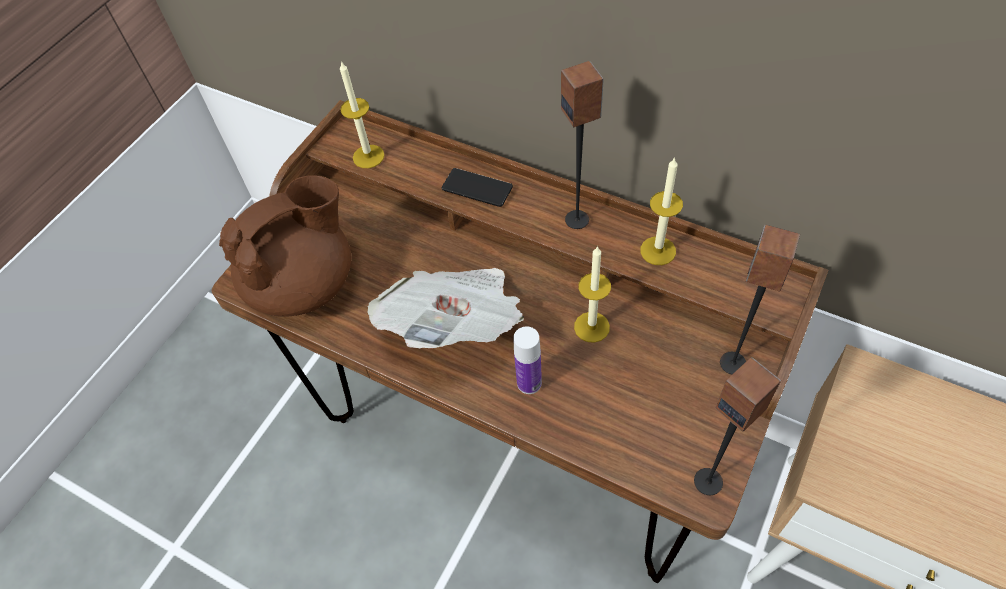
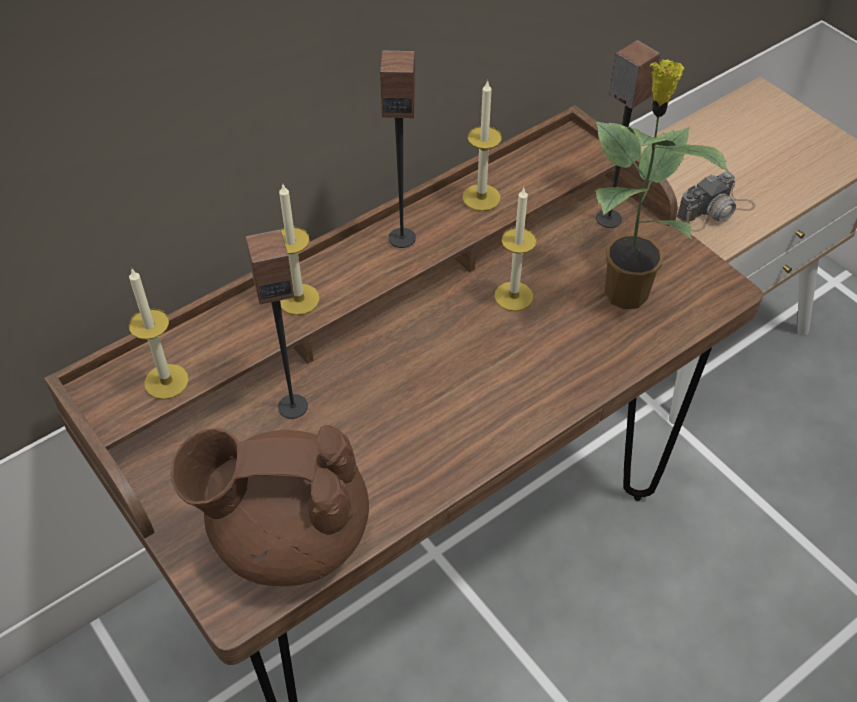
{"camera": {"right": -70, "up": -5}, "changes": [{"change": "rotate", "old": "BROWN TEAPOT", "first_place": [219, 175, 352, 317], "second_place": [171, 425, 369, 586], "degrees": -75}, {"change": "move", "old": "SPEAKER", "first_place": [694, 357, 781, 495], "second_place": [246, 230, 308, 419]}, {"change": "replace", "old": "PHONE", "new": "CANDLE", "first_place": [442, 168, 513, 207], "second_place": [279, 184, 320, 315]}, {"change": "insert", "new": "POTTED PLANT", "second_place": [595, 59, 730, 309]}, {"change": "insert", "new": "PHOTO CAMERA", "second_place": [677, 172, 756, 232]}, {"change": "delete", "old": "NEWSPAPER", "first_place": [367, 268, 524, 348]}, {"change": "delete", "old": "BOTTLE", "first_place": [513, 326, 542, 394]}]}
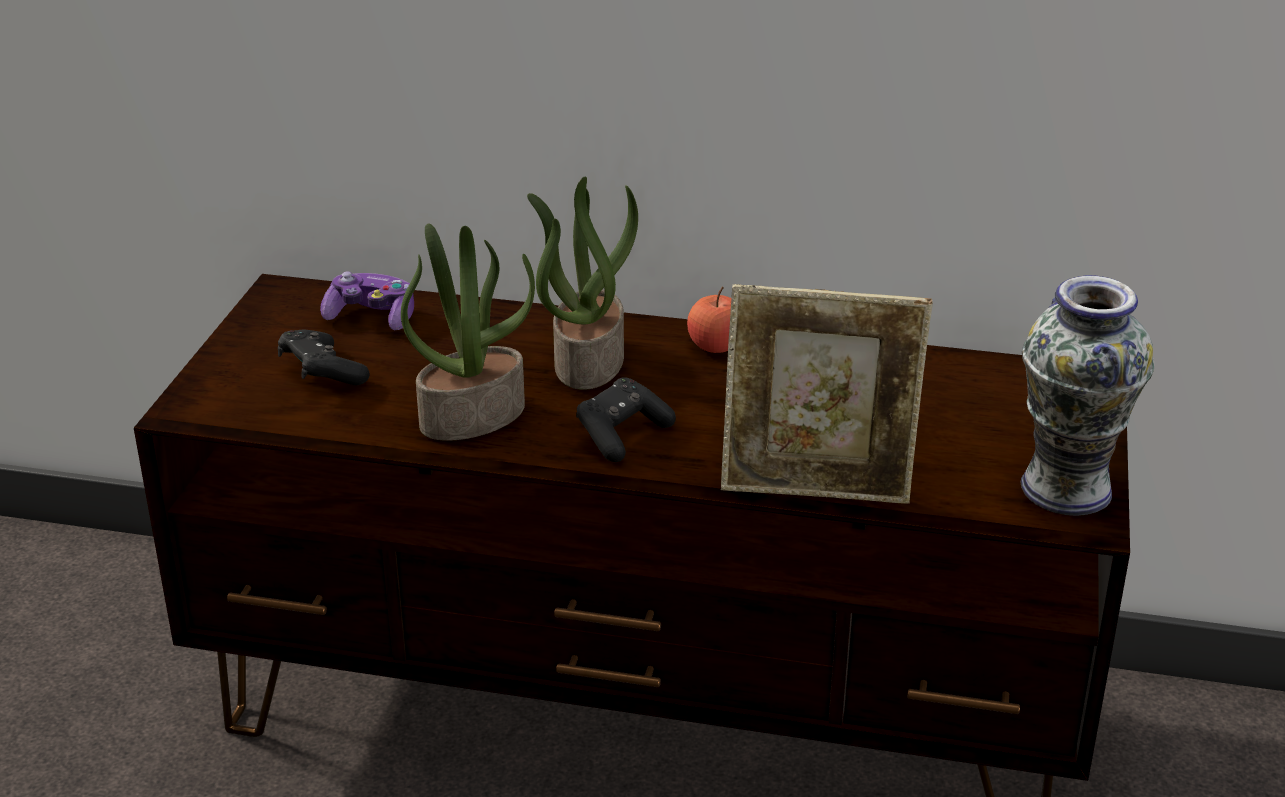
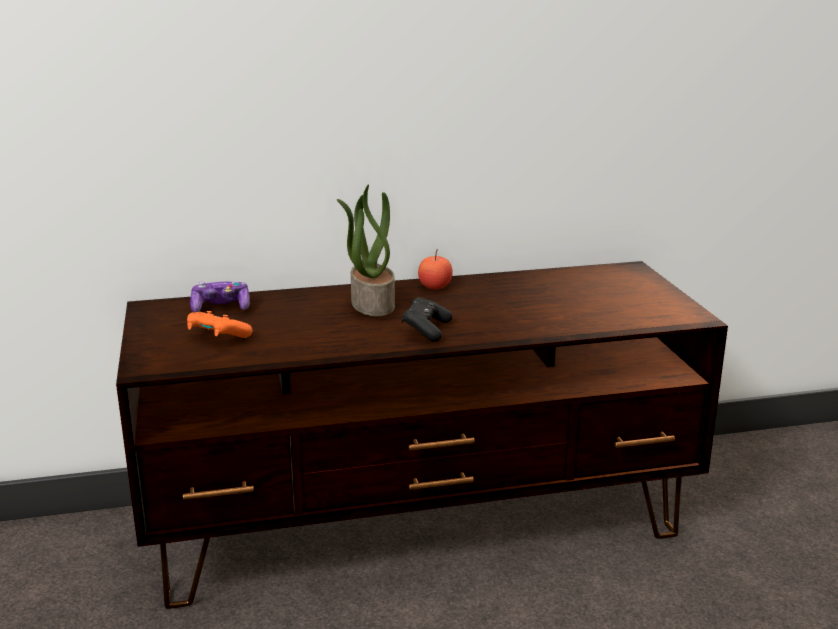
{"camera": {"right": -25, "up": -10}, "changes": [{"change": "recolor", "old": "BLACK GAME CONTROLLER", "new": "ORANGE GAME CONTROLLER", "first_place": [278, 330, 370, 385], "second_place": [187, 311, 252, 338]}, {"change": "delete", "old": "POTTED PLANT", "first_place": [401, 224, 535, 441]}, {"change": "delete", "old": "PICTURE FRAME", "first_place": [721, 284, 933, 504]}, {"change": "delete", "old": "VASE", "first_place": [1020, 275, 1154, 516]}]}
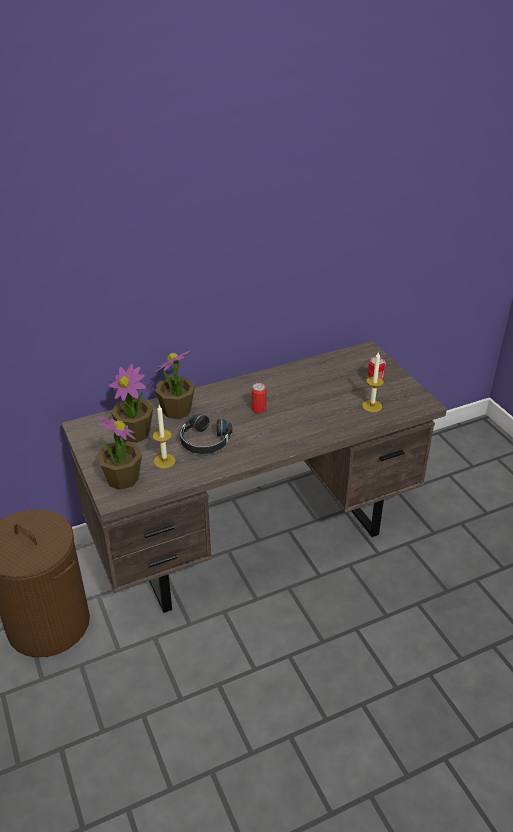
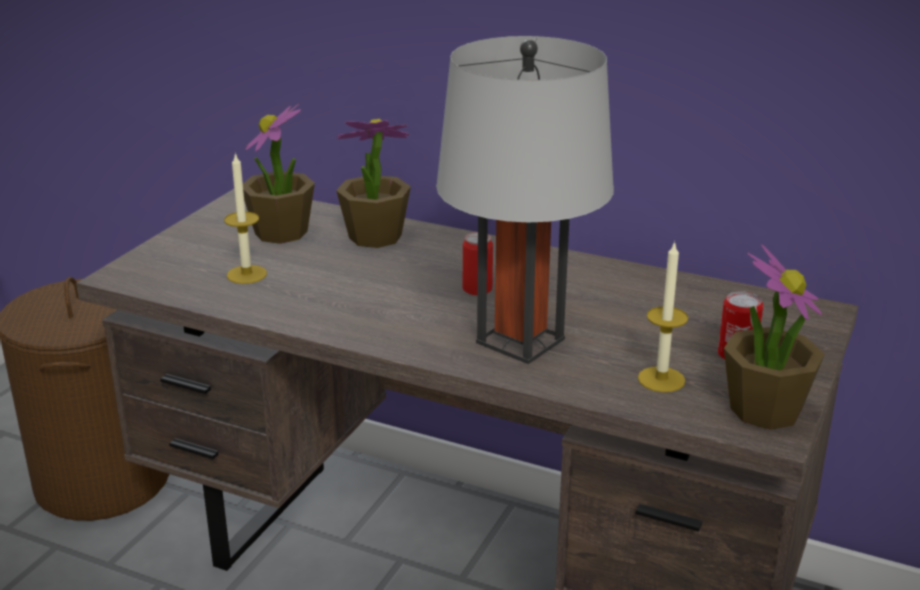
{"camera": {"right": 50, "up": -10}, "changes": [{"change": "insert", "new": "GREY TABLE LAMP", "second_place": [436, 36, 614, 364]}, {"change": "move", "old": "POTTED PLANT", "first_place": [97, 415, 142, 490], "second_place": [724, 244, 825, 430]}, {"change": "delete", "old": "BLACK HEADPHONES", "first_place": [180, 414, 233, 454]}]}
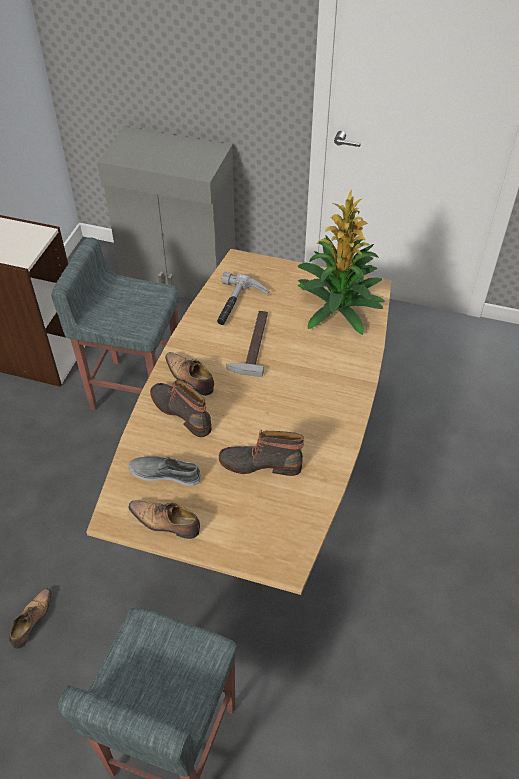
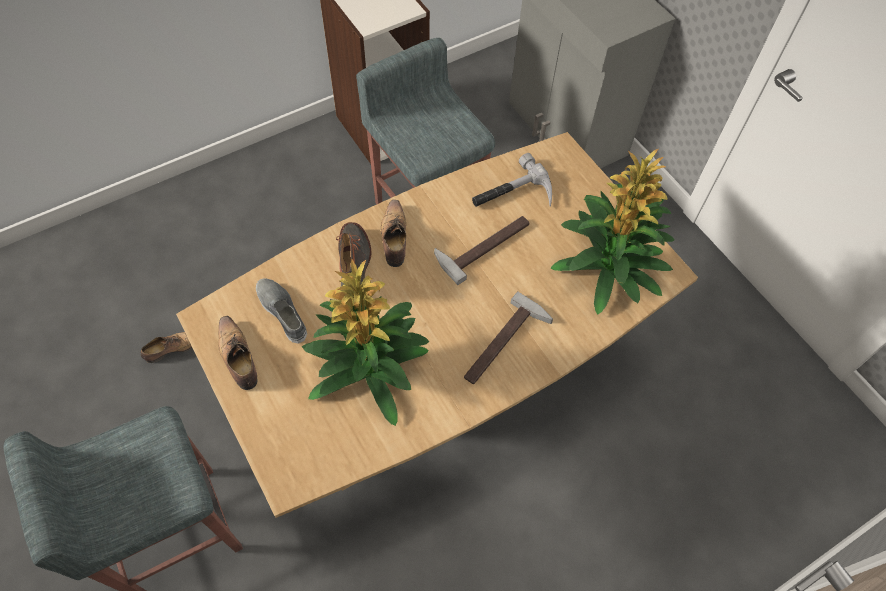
{"camera": {"right": 40, "up": 10}, "changes": [{"change": "replace", "old": "BOOT", "new": "POTTED PLANT", "first_place": [219, 430, 304, 476], "second_place": [302, 258, 429, 426]}, {"change": "insert", "new": "HAMMER", "second_place": [464, 291, 553, 384]}]}
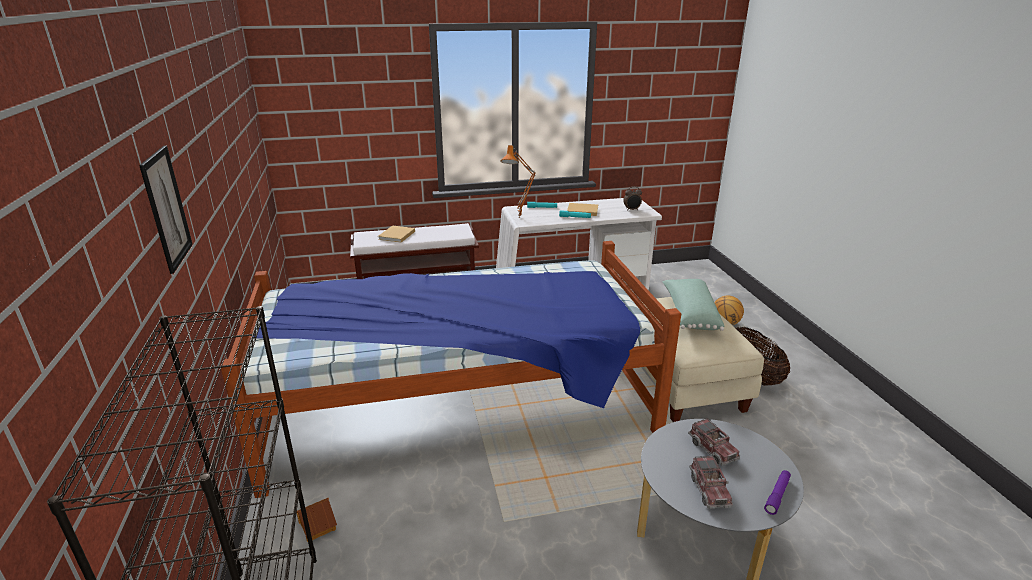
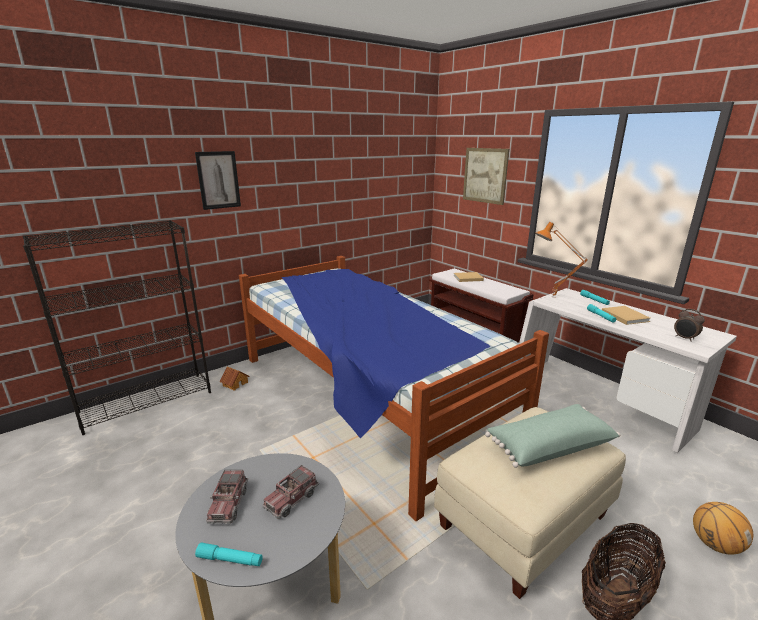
{"camera": {"right": 65, "up": -5}, "changes": [{"change": "recolor", "old": "PURPLE FLASHLIGHT", "new": "TURQUOISE FLASHLIGHT", "first_place": [764, 470, 791, 515], "second_place": [195, 543, 263, 566]}, {"change": "rotate", "old": "TOY TRUCK", "first_place": [689, 456, 733, 509], "second_place": [206, 470, 248, 524], "degrees": -60}, {"change": "insert", "new": "PICTURE", "second_place": [463, 148, 509, 205]}]}
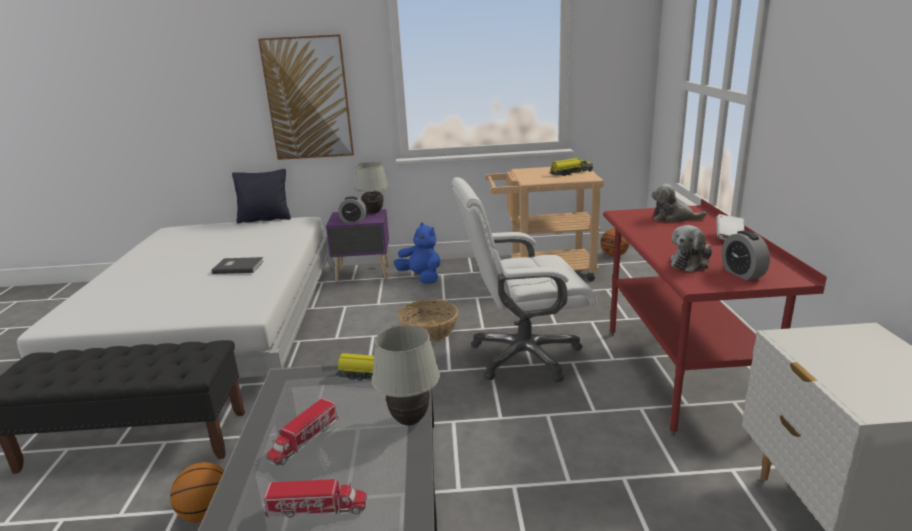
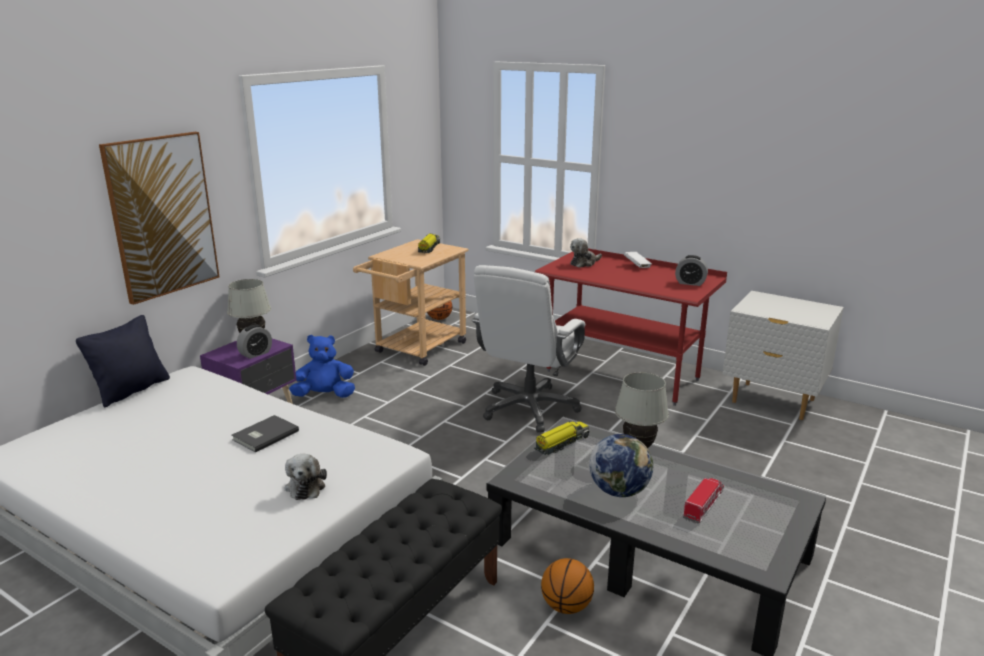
{"camera": {"right": -55, "up": 0}, "changes": [{"change": "move", "old": "PLUSH TOY", "first_place": [670, 225, 712, 273], "second_place": [284, 454, 327, 500]}, {"change": "replace", "old": "TOY TRUCK", "new": "GLOBE", "first_place": [266, 398, 338, 465], "second_place": [589, 434, 653, 497]}, {"change": "delete", "old": "BASKET", "first_place": [398, 299, 458, 342]}]}
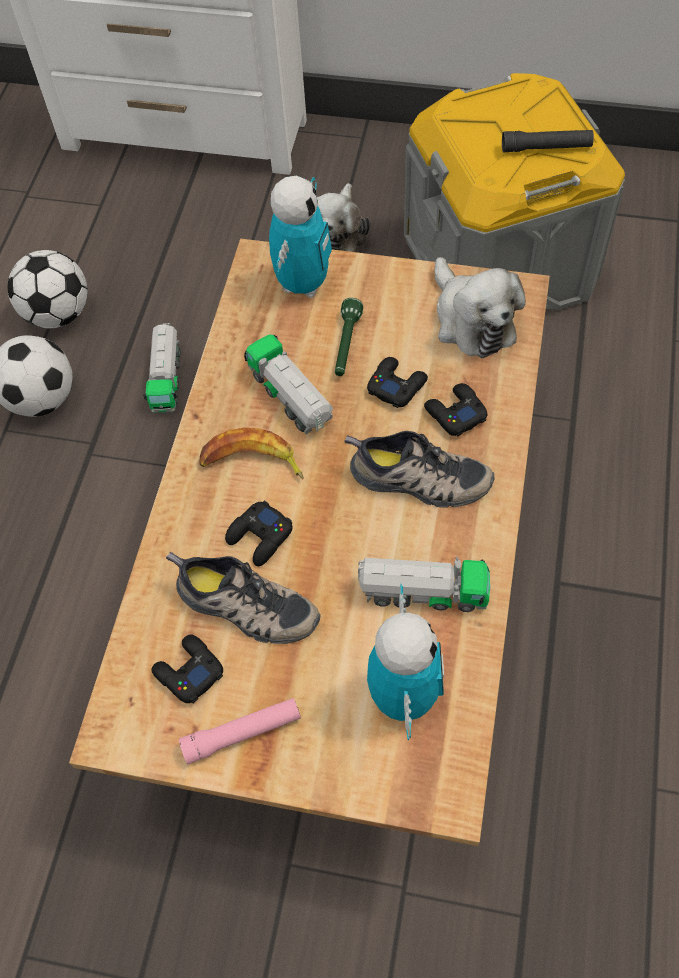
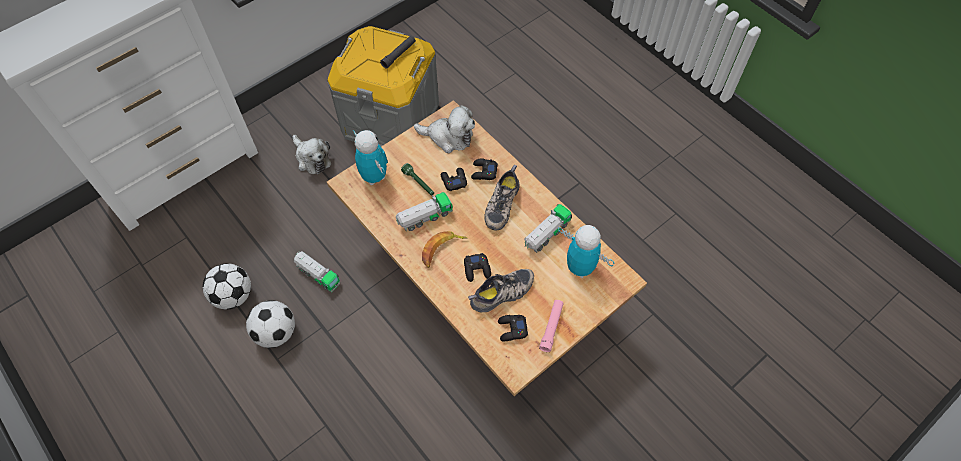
{"camera": {"right": -55, "up": 0}, "changes": [{"change": "rotate", "old": "TOY TRUCK", "first_place": [244, 334, 333, 434], "second_place": [396, 192, 453, 231], "degrees": 150}, {"change": "rotate", "old": "SHOE", "first_place": [344, 431, 494, 508], "second_place": [484, 165, 520, 231], "degrees": 150}]}
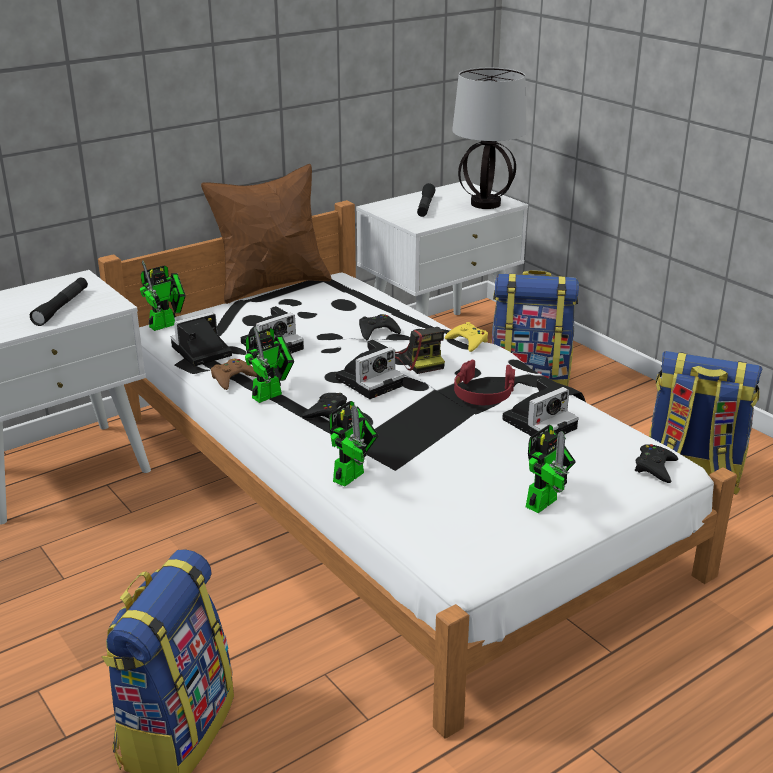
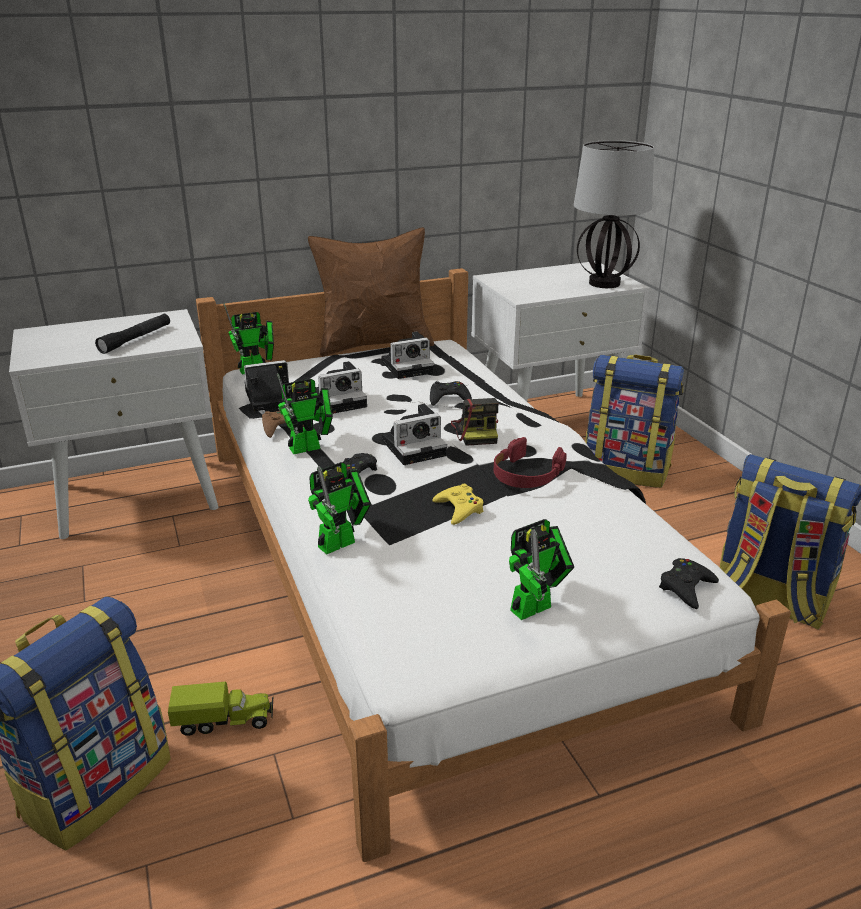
{"camera": {"right": 15, "up": 0}, "changes": [{"change": "insert", "new": "TOY TRUCK", "second_place": [168, 682, 273, 736]}, {"change": "move", "old": "PHOTO CAMERA", "first_place": [502, 378, 578, 436], "second_place": [381, 332, 434, 379]}, {"change": "move", "old": "YELLOW GAME CONTROLLER", "first_place": [445, 322, 488, 352], "second_place": [432, 484, 483, 525]}, {"change": "delete", "old": "BLACK FLASHLIGHT", "first_place": [417, 183, 436, 217]}]}
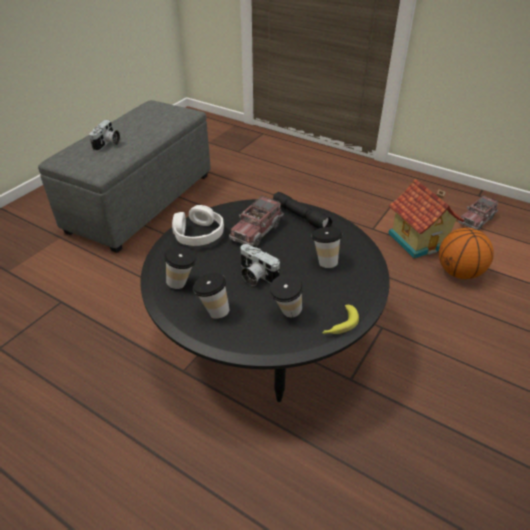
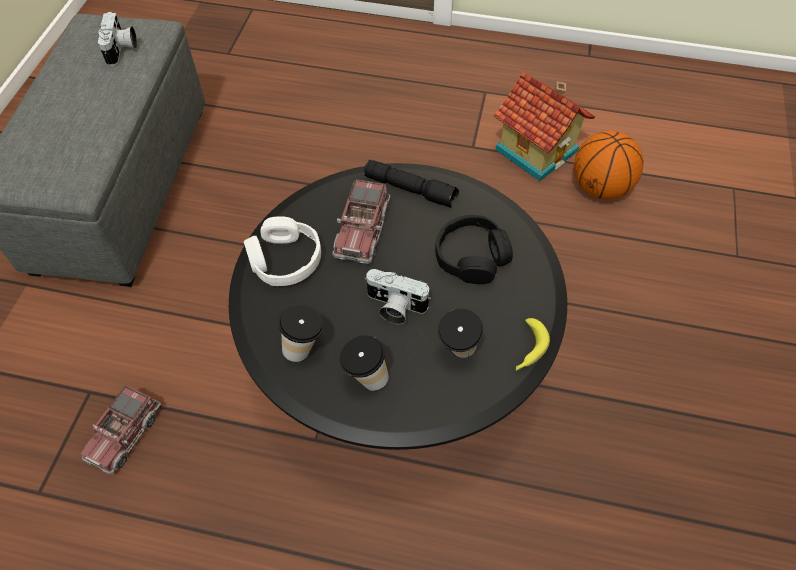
{"camera": {"right": -20, "up": 15}, "changes": [{"change": "move", "old": "TOY TRUCK", "first_place": [458, 195, 498, 230], "second_place": [81, 385, 161, 475]}, {"change": "move", "old": "PHOTO CAMERA", "first_place": [89, 120, 120, 151], "second_place": [98, 12, 137, 66]}, {"change": "replace", "old": "CUP", "new": "BLACK HEADPHONES", "first_place": [312, 227, 342, 268], "second_place": [435, 215, 513, 284]}]}
